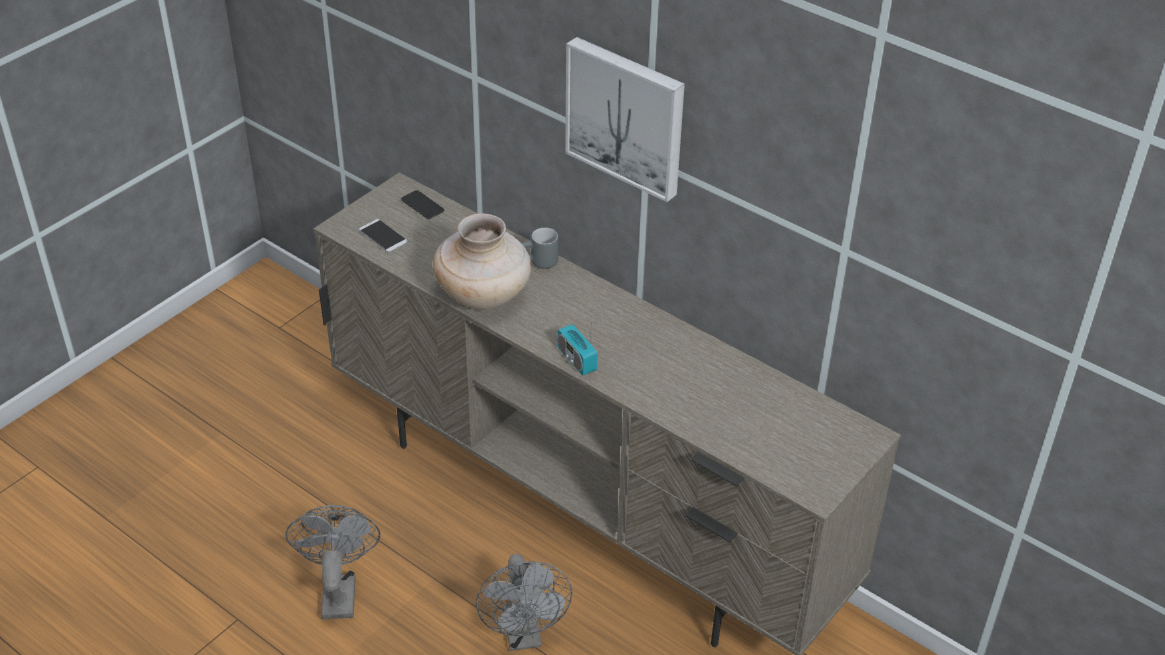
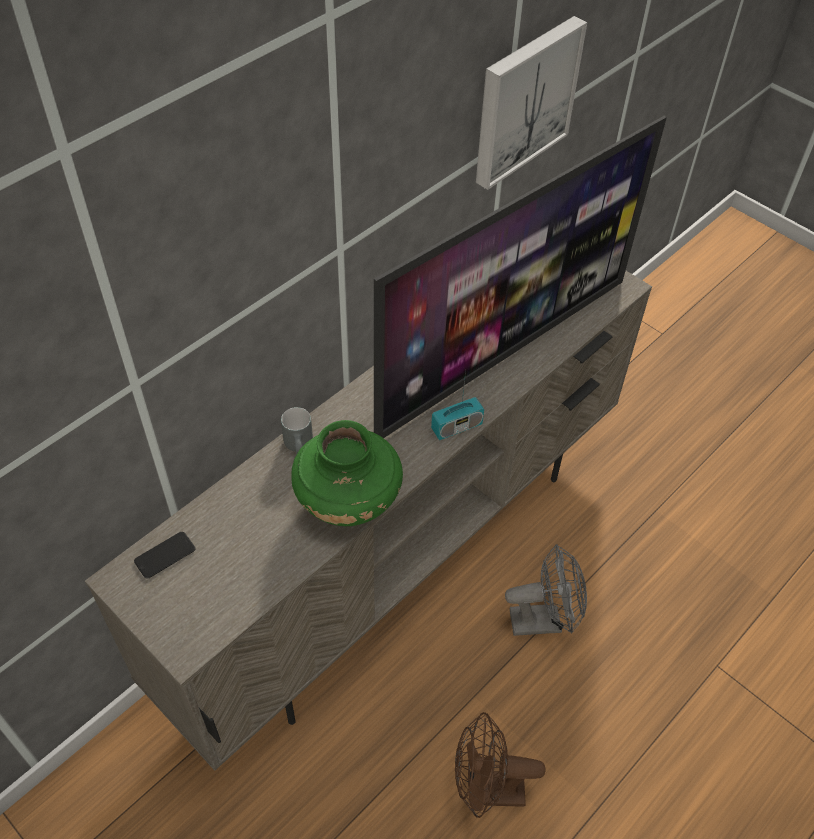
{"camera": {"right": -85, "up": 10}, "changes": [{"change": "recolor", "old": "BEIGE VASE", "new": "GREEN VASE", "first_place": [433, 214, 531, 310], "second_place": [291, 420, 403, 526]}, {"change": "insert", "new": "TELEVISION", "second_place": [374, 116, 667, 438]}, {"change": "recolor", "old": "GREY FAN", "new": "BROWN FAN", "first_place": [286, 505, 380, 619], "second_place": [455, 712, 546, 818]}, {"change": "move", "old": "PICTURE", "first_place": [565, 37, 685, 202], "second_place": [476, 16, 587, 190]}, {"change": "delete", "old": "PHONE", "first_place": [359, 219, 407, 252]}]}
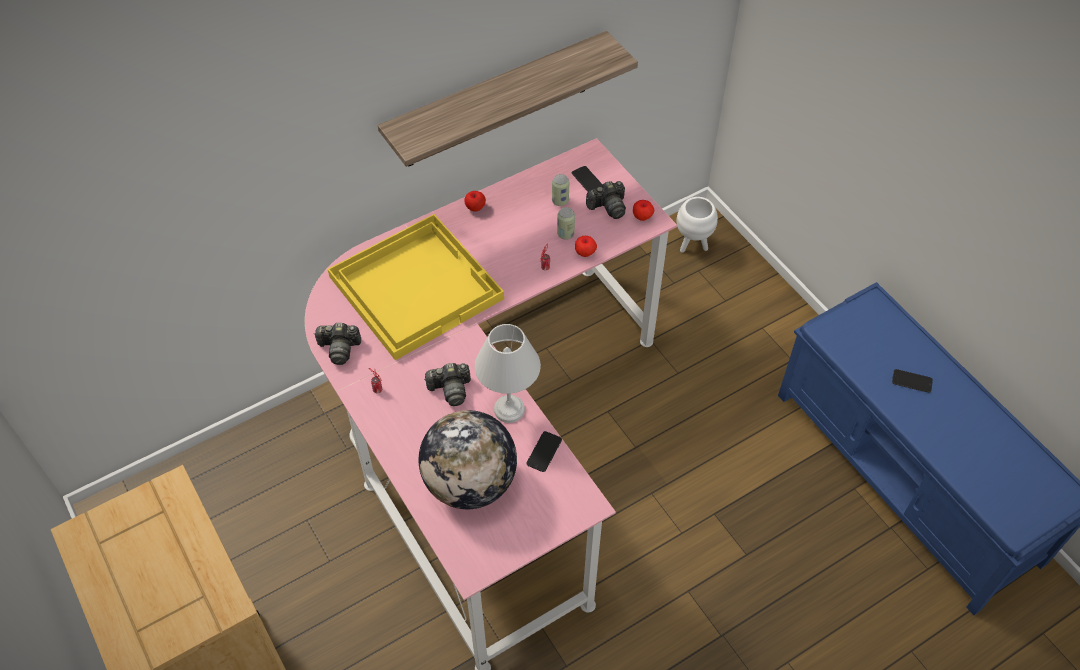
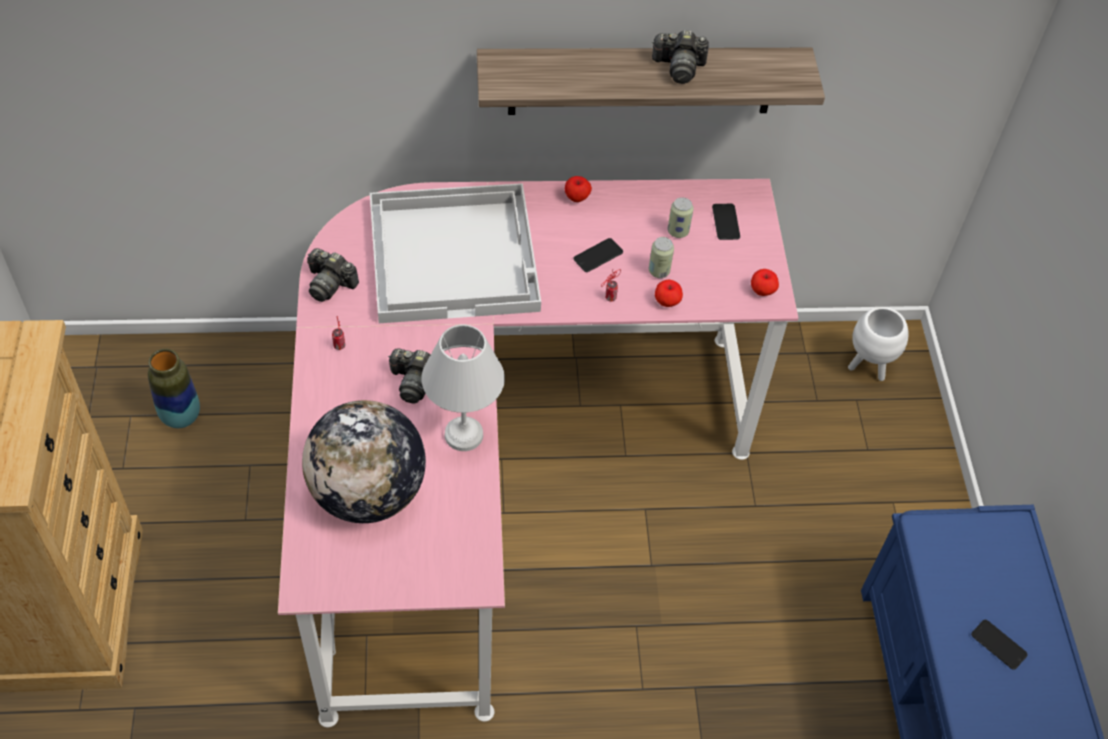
{"camera": {"right": 25, "up": 0}, "changes": [{"change": "insert", "new": "VASE", "second_place": [148, 349, 200, 428]}, {"change": "recolor", "old": "YELLOW TRAY", "new": "WHITE TRAY", "first_place": [328, 214, 504, 360], "second_place": [370, 183, 541, 323]}, {"change": "move", "old": "PHONE", "first_place": [526, 431, 562, 472], "second_place": [573, 238, 623, 272]}, {"change": "move", "old": "PHOTO CAMERA", "first_place": [586, 181, 626, 219], "second_place": [652, 30, 709, 84]}]}
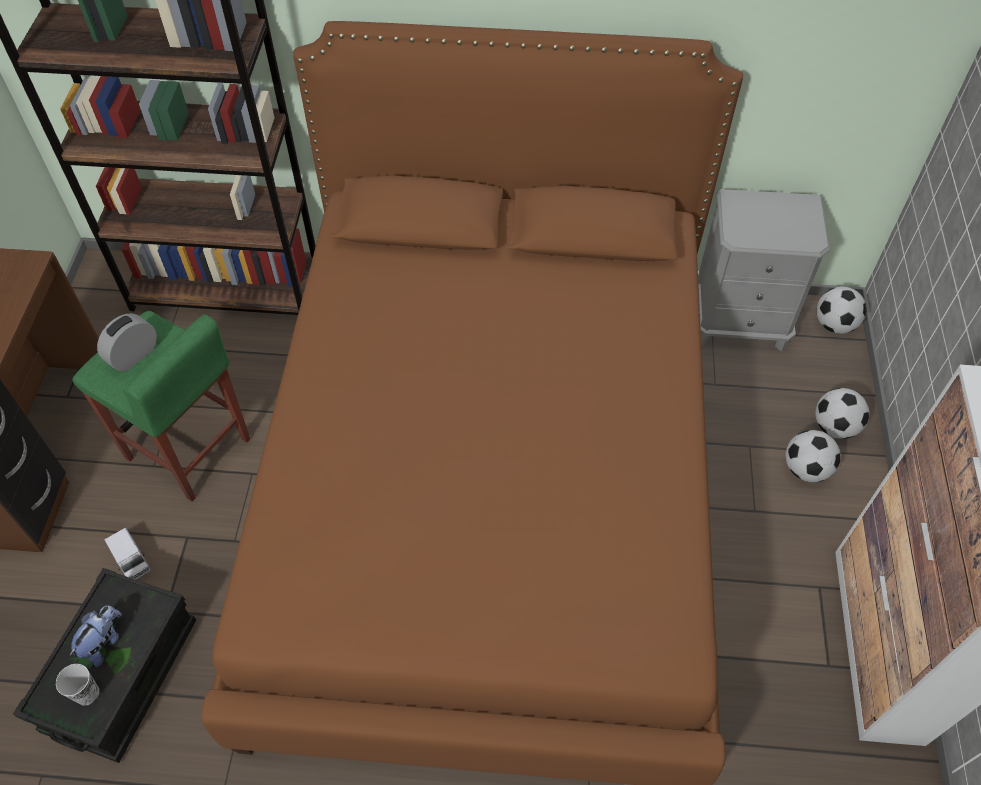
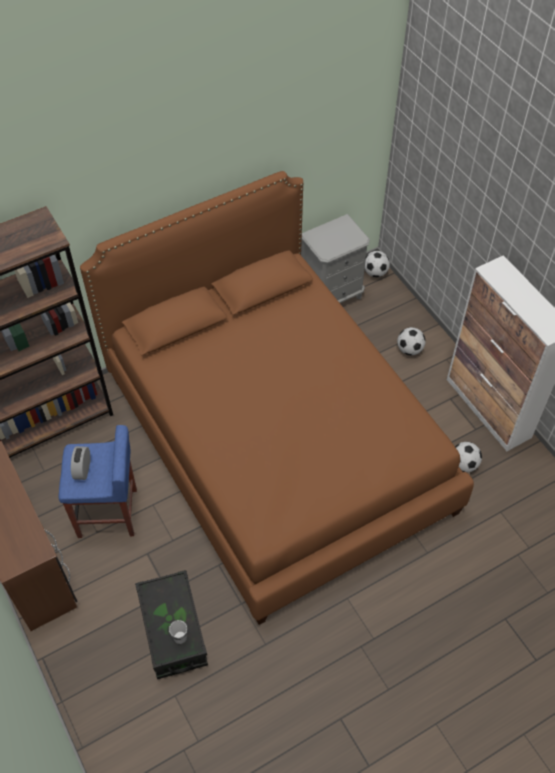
{"camera": {"right": -35, "up": 0}, "changes": [{"change": "recolor", "old": "GREEN STOOL", "new": "BLUE STOOL", "first_place": [72, 311, 250, 501], "second_place": [59, 425, 137, 538]}, {"change": "move", "old": "FOOTBALL", "first_place": [815, 388, 869, 439], "second_place": [455, 442, 482, 472]}, {"change": "delete", "old": "PLUSH TOY", "first_place": [70, 605, 122, 667]}, {"change": "delete", "old": "TOY TRUCK", "first_place": [105, 528, 151, 580]}]}
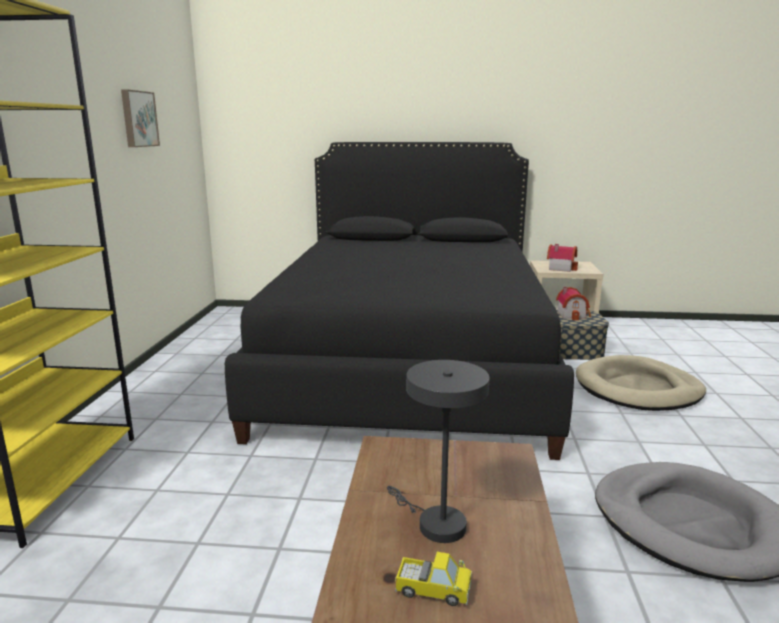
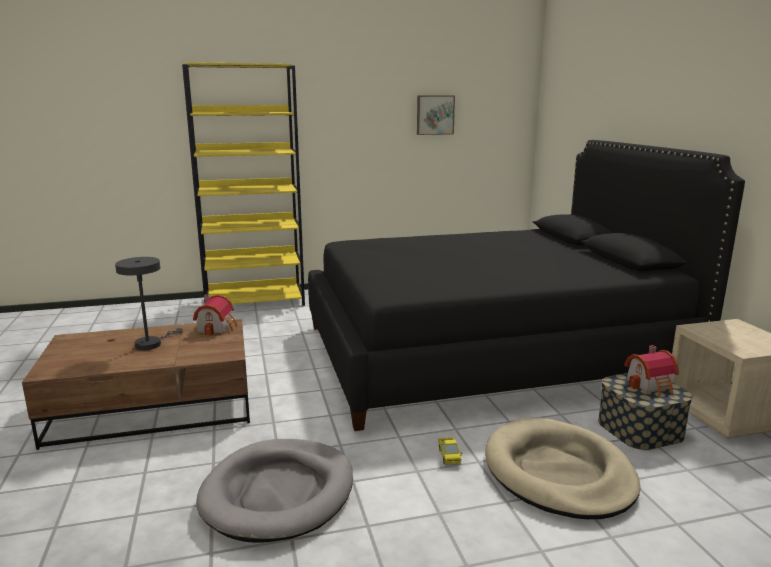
{"camera": {"right": 70, "up": 0}, "changes": [{"change": "move", "old": "TOY HOUSE", "first_place": [547, 244, 578, 272], "second_place": [193, 295, 238, 336]}, {"change": "move", "old": "TOY TRUCK", "first_place": [395, 552, 472, 606], "second_place": [438, 438, 462, 466]}]}
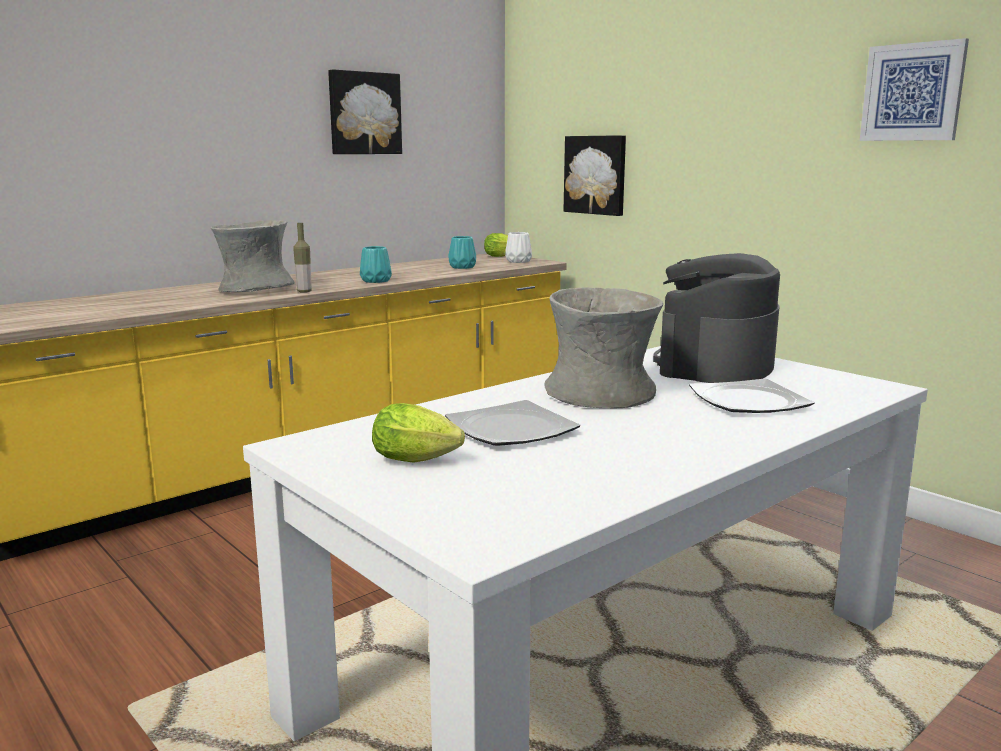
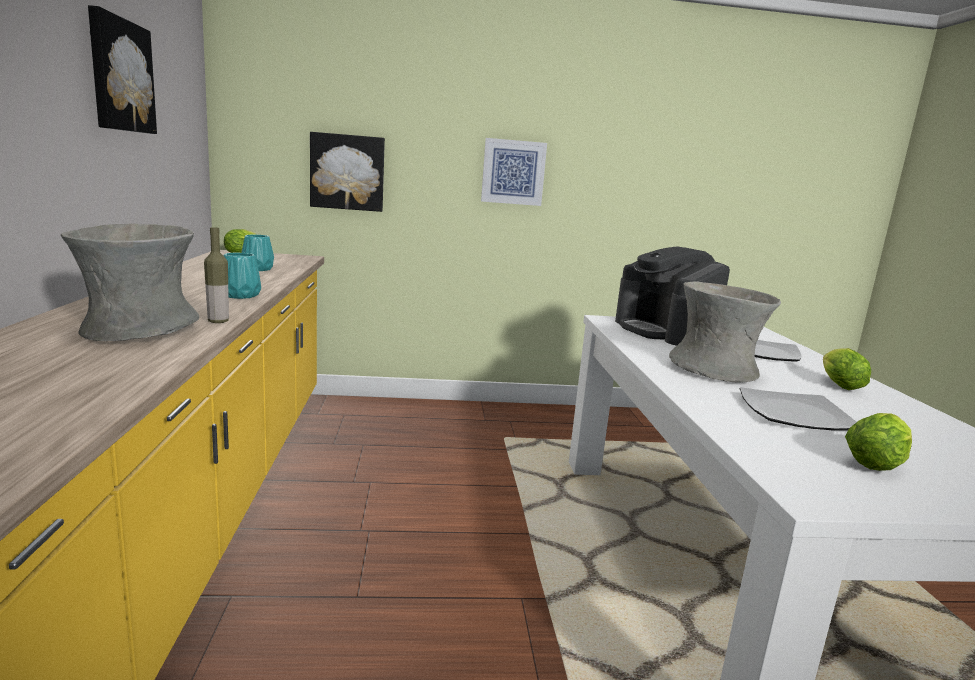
{"camera": {"right": -55, "up": 0}, "changes": [{"change": "move", "old": "PICTURE", "first_place": [860, 38, 969, 141], "second_place": [481, 138, 547, 206]}, {"change": "insert", "new": "LETTUCE", "second_place": [823, 348, 871, 390]}, {"change": "delete", "old": "WHITE VASE", "first_place": [505, 232, 532, 263]}]}
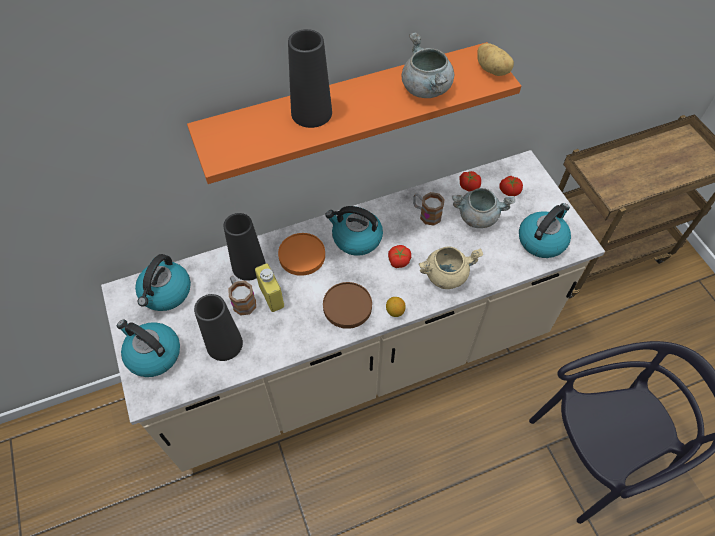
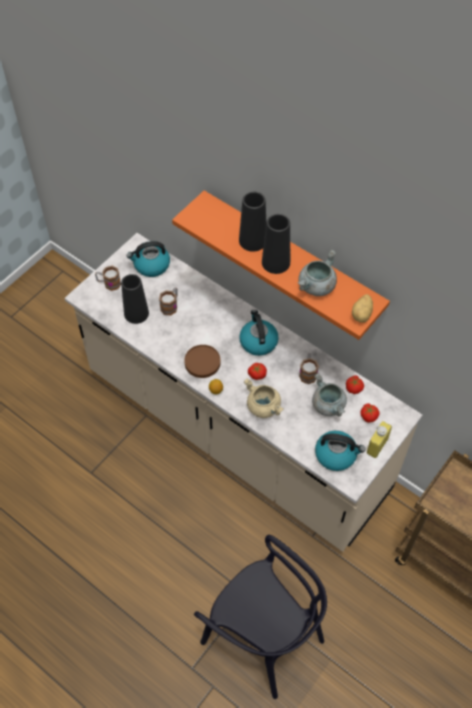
{"camera": {"right": 60, "up": 0}, "changes": [{"change": "replace", "old": "KETTLE", "new": "MUG", "first_place": [117, 319, 180, 377], "second_place": [95, 266, 121, 291]}, {"change": "move", "old": "BLACK VASE", "first_place": [223, 213, 266, 281], "second_place": [262, 214, 290, 274]}, {"change": "move", "old": "YELLOW BOTTLE", "first_place": [255, 263, 284, 312], "second_place": [367, 421, 392, 458]}, {"change": "delete", "old": "ORANGE PLATE", "first_place": [278, 233, 325, 276]}]}
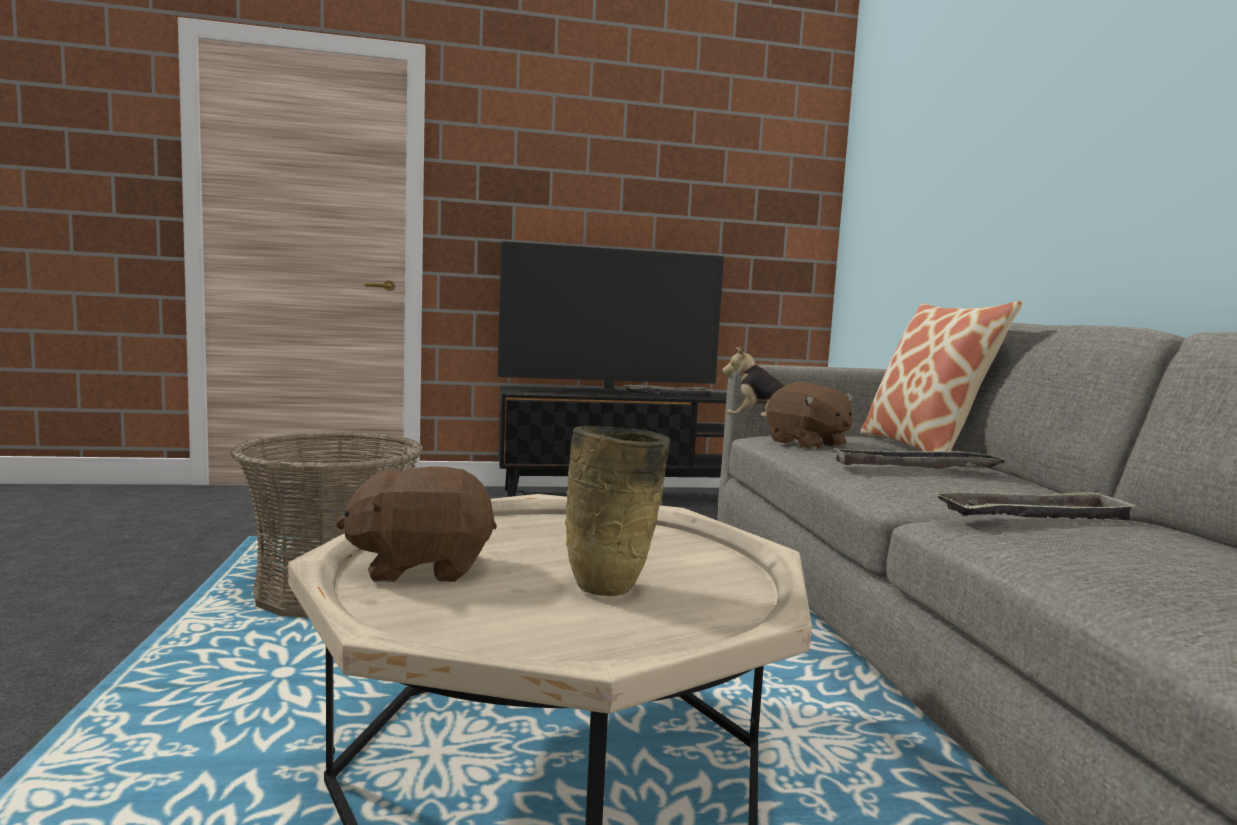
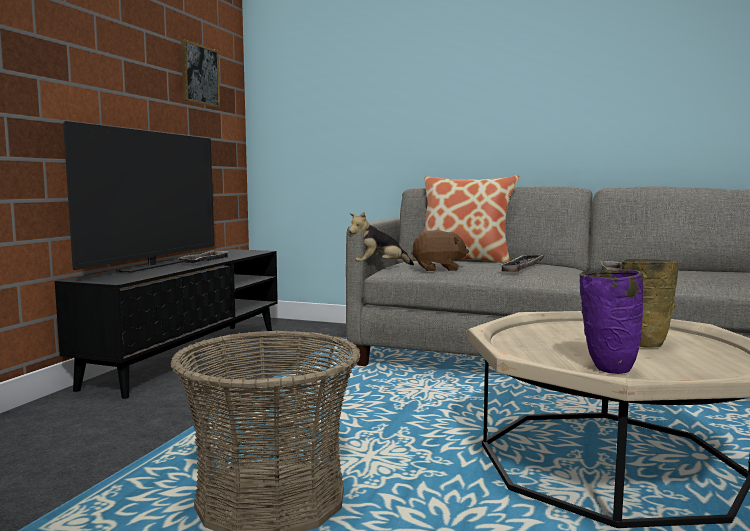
{"camera": {"right": -60, "up": 0}, "changes": [{"change": "insert", "new": "PICTURE", "second_place": [181, 39, 220, 107]}, {"change": "replace", "old": "BROWN PLUSH TOY", "new": "PURPLE VASE", "first_place": [336, 466, 497, 582], "second_place": [579, 269, 643, 374]}]}
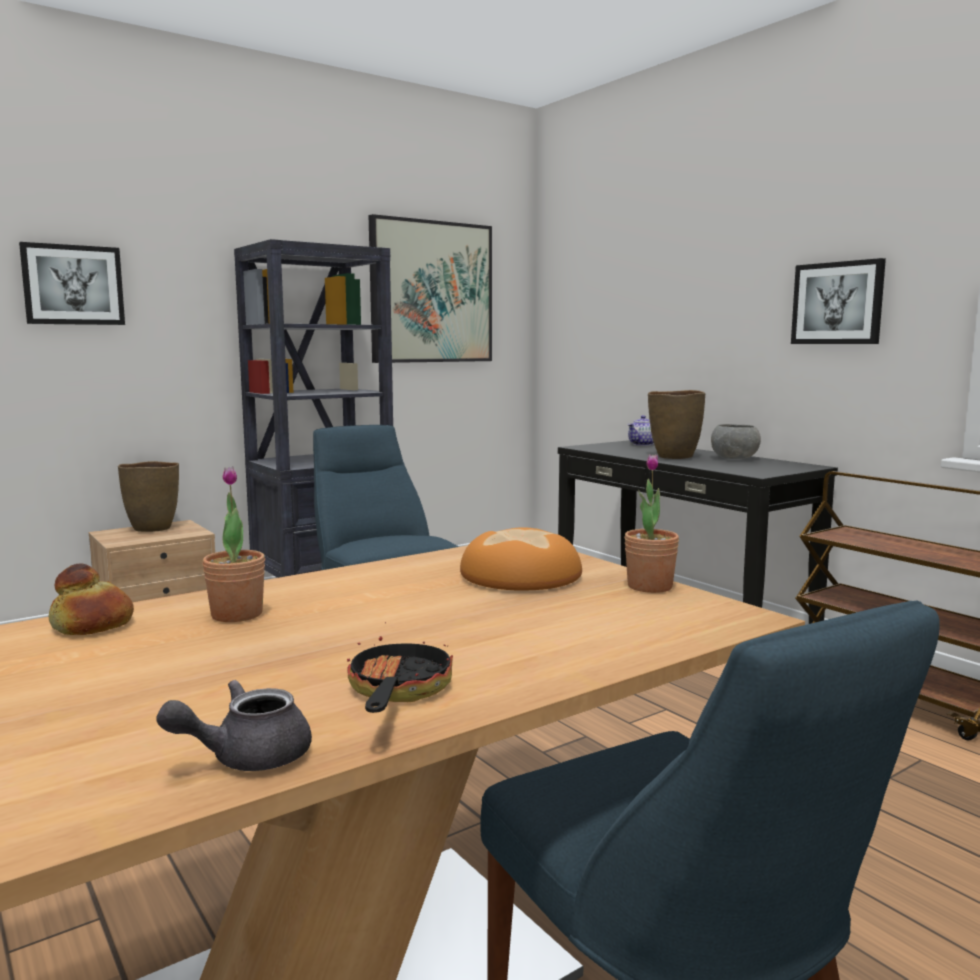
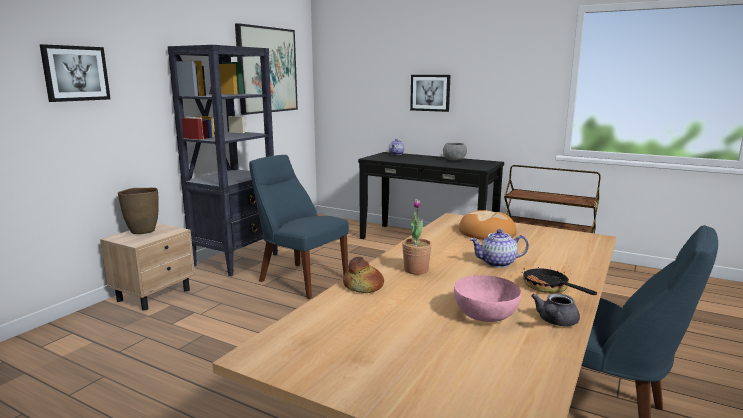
{"camera": {"right": -25, "up": 5}, "changes": [{"change": "move", "old": "PICTURE", "first_place": [791, 258, 886, 344], "second_place": [410, 75, 450, 112]}, {"change": "insert", "new": "PINK BOWL", "second_place": [454, 275, 521, 322]}, {"change": "insert", "new": "TEAPOT", "second_place": [470, 229, 529, 268]}, {"change": "delete", "old": "POTTED PLANT", "first_place": [624, 454, 679, 593]}, {"change": "delete", "old": "BROWN VASE", "first_place": [648, 390, 705, 459]}]}
